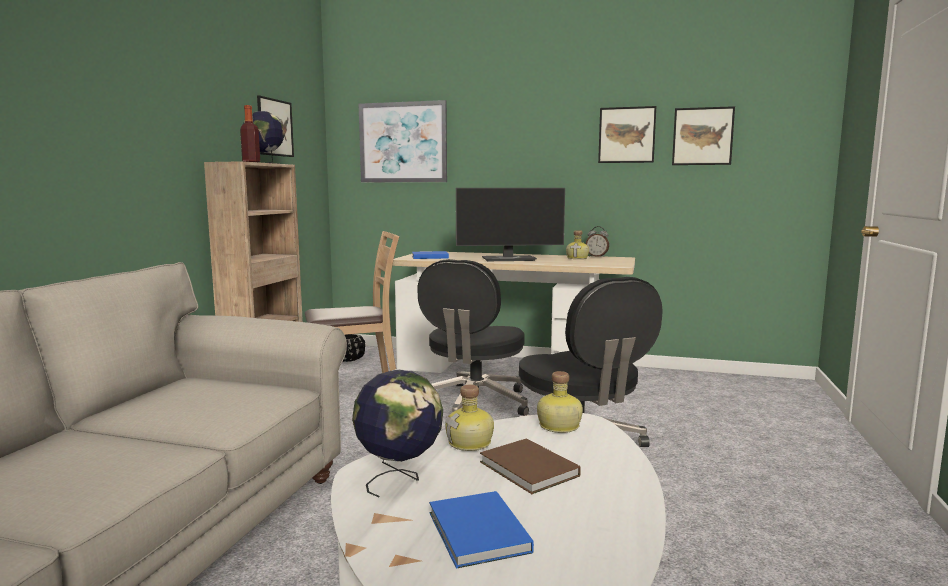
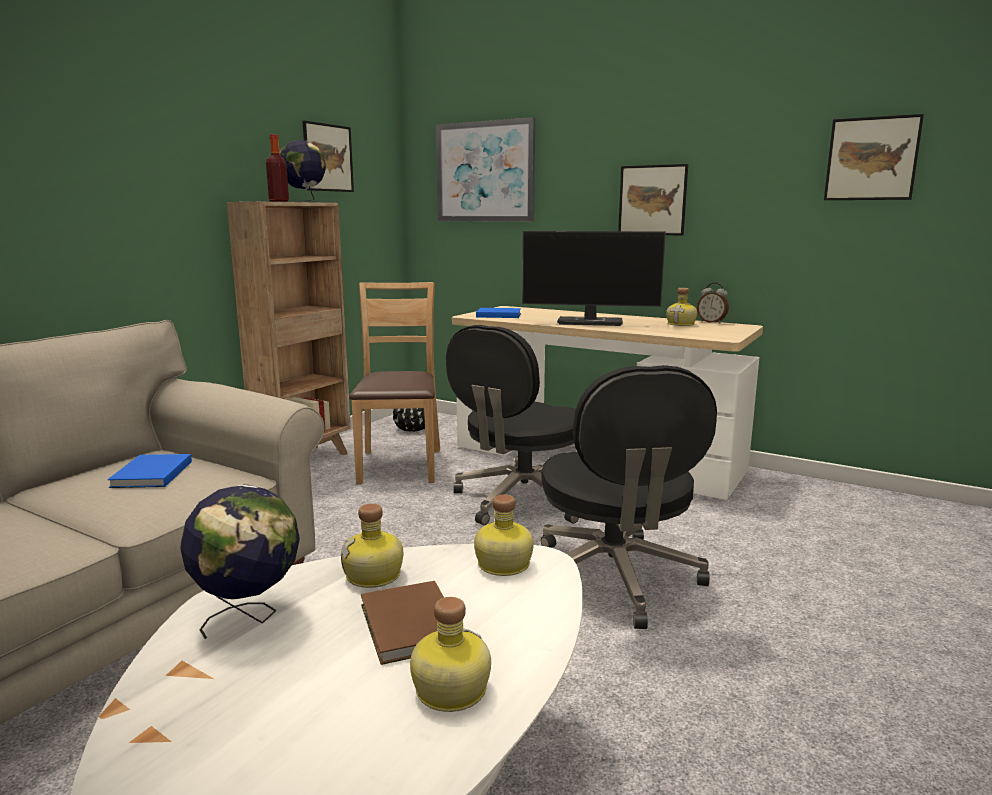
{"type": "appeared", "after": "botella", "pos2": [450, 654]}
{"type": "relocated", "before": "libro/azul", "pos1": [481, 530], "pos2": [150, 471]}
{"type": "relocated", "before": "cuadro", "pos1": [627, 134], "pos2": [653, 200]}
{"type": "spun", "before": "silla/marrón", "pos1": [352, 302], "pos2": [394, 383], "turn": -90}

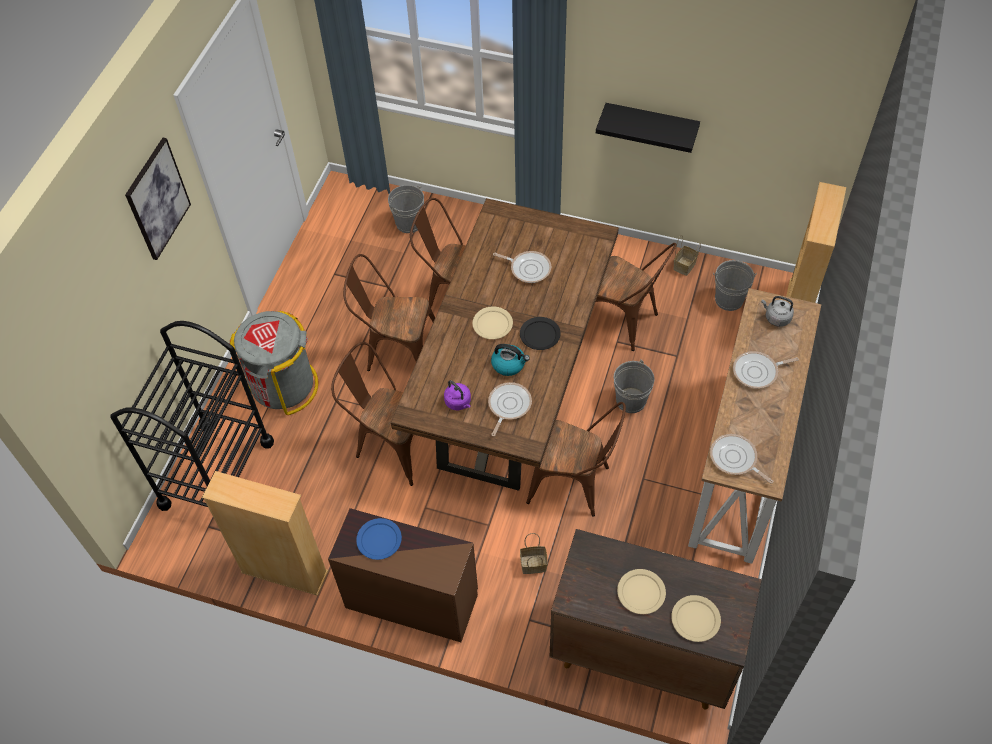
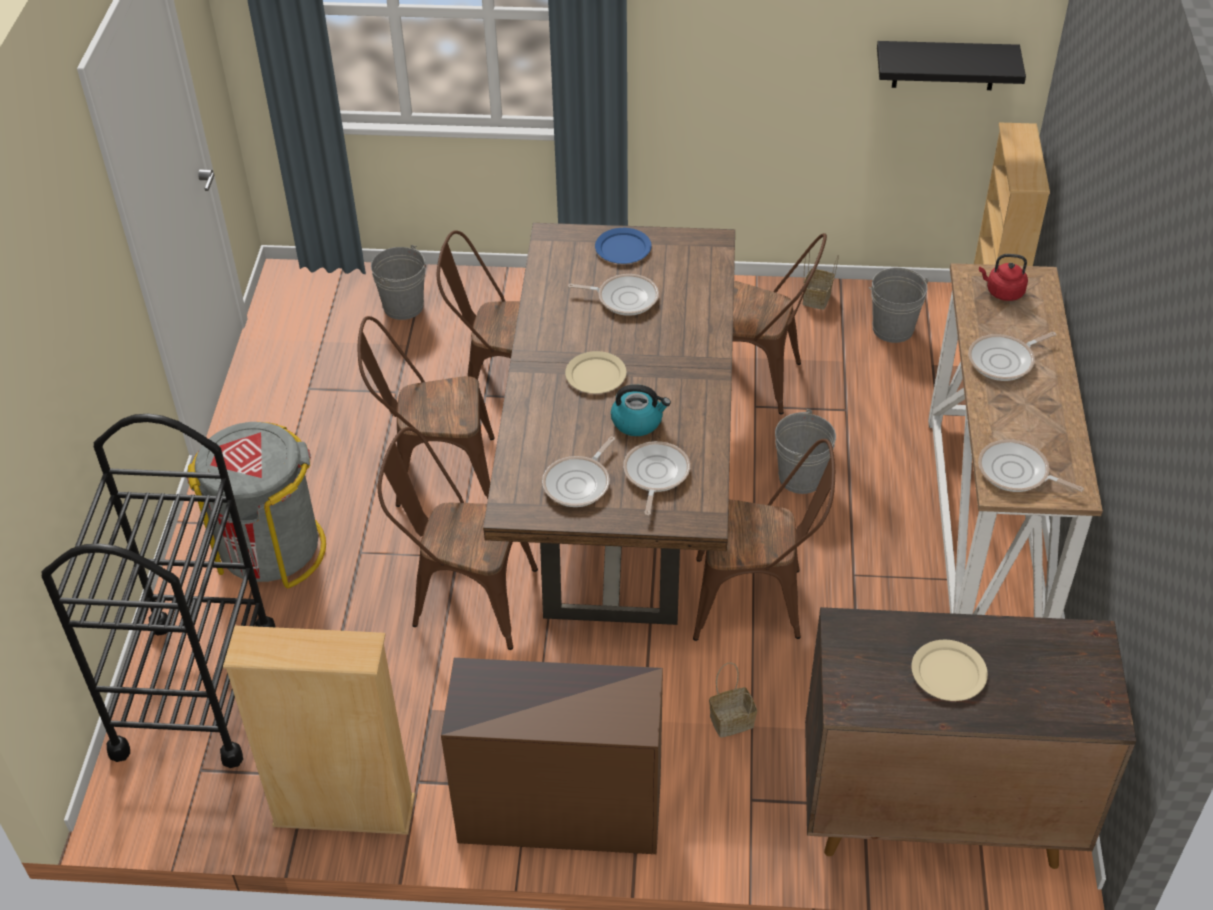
{"type": "missing", "before": "cuadro", "pos1": [158, 199]}
{"type": "missing", "before": "plato/negro", "pos1": [540, 333]}
{"type": "missing", "before": "plato/beis", "pos1": [696, 618]}
{"type": "relocated", "before": "plato/azul", "pos1": [379, 539], "pos2": [623, 246]}
{"type": "relocated", "before": "estante/negro", "pos1": [648, 128], "pos2": [951, 65]}
{"type": "exchanged", "before": "hervidor/morado", "after": "sartén", "pos1": [457, 395], "pos2": [578, 472]}
{"type": "colour", "before": "hervidor/gris", "after": "hervidor/rojo", "pos1": [777, 311], "pos2": [1003, 277]}

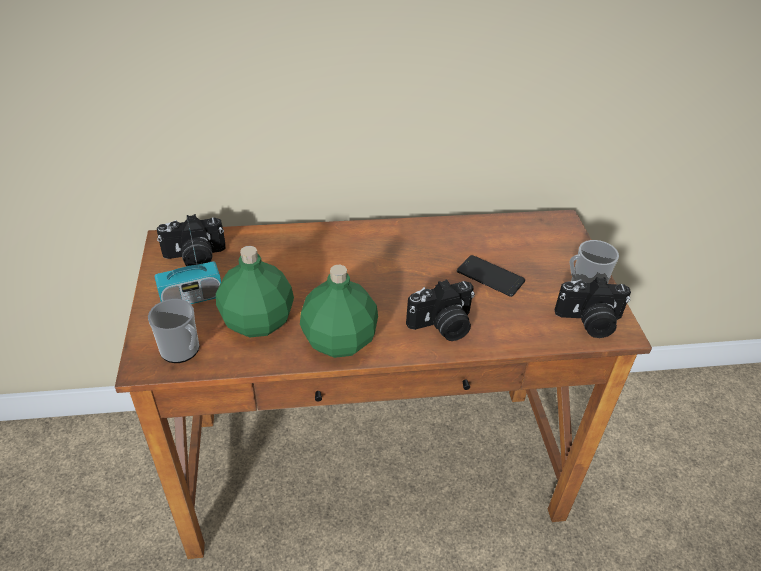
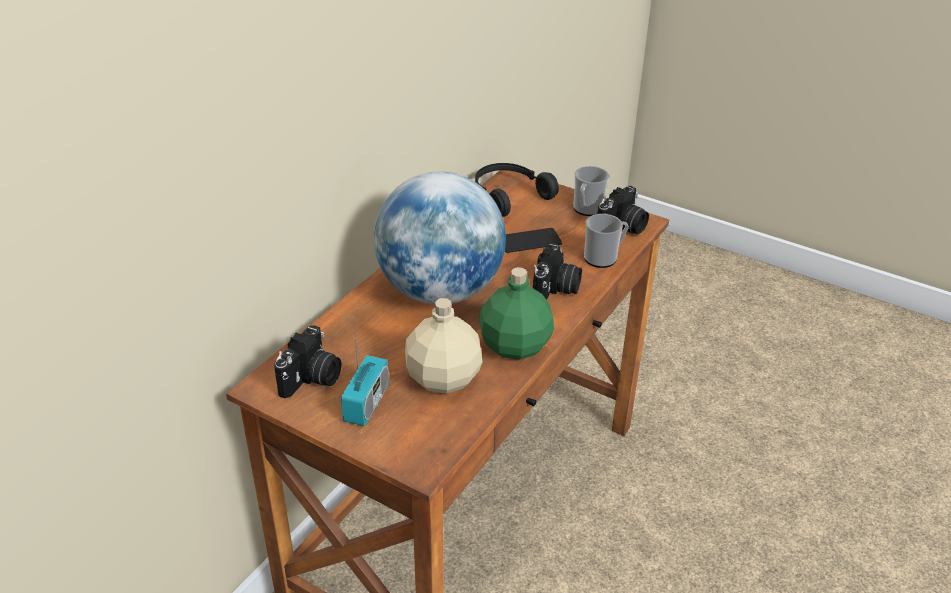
{"type": "appeared", "after": "globo terráqueo", "pos2": [440, 238]}
{"type": "appeared", "after": "auriculares/negro", "pos2": [517, 190]}
{"type": "relocated", "before": "taza grande", "pos1": [173, 331], "pos2": [606, 241]}
{"type": "colour", "before": "botella/verde", "after": "botella/beis", "pos1": [255, 292], "pos2": [443, 346]}

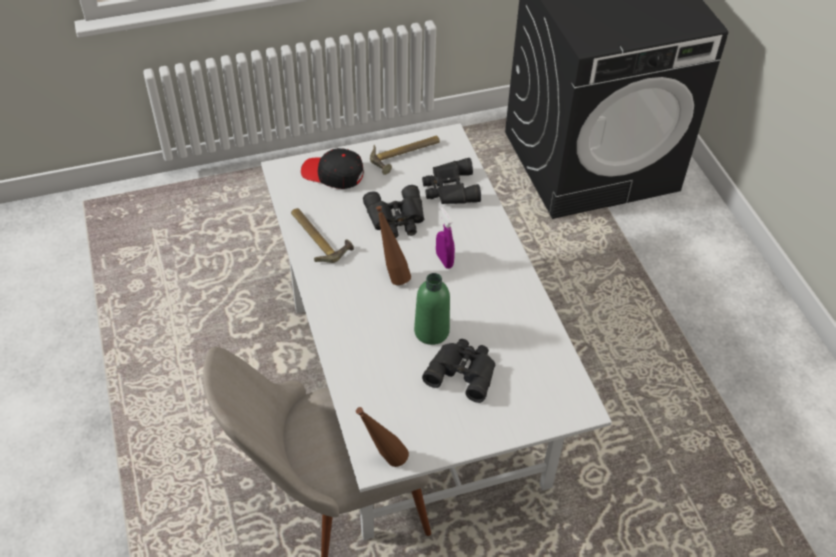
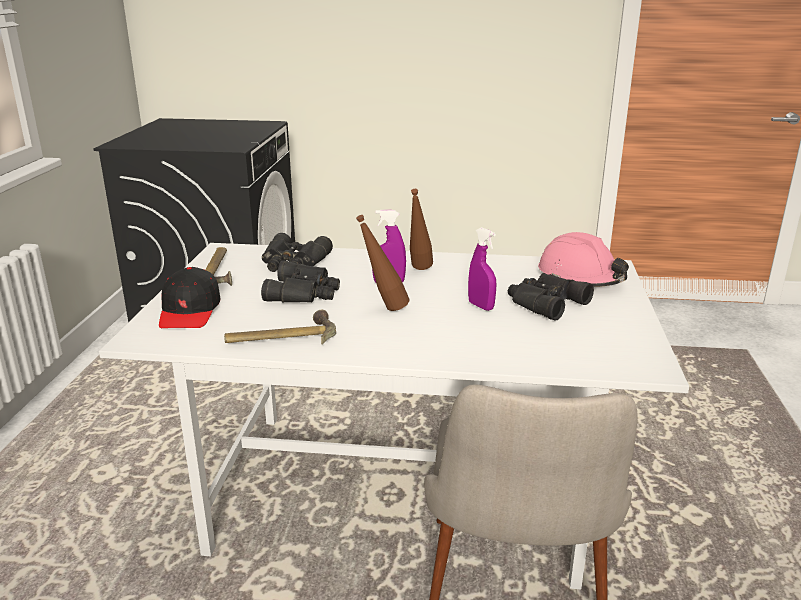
{"type": "appeared", "after": "casco/rosa", "pos2": [583, 259]}
{"type": "relocated", "before": "botella/marrón", "pos1": [382, 437], "pos2": [421, 229]}
{"type": "exchanged", "before": "botella/verde", "after": "pulverizador/morado", "pos1": [432, 309], "pos2": [482, 269]}
{"type": "spun", "before": "gorra/negro", "pos1": [332, 168], "pos2": [190, 297], "turn": -45}

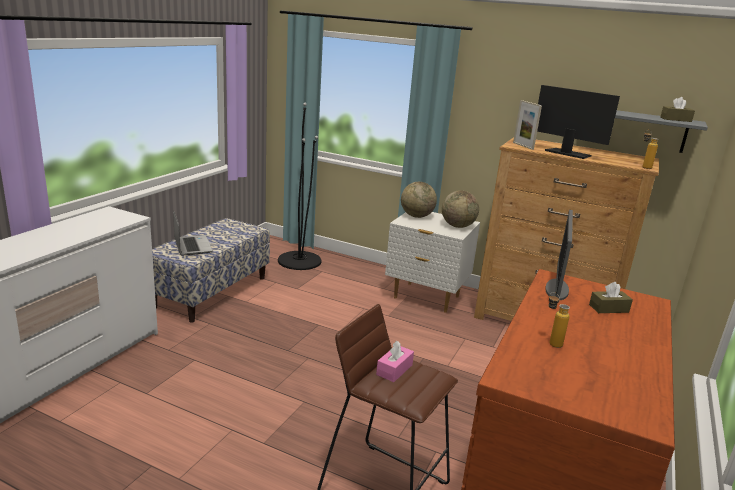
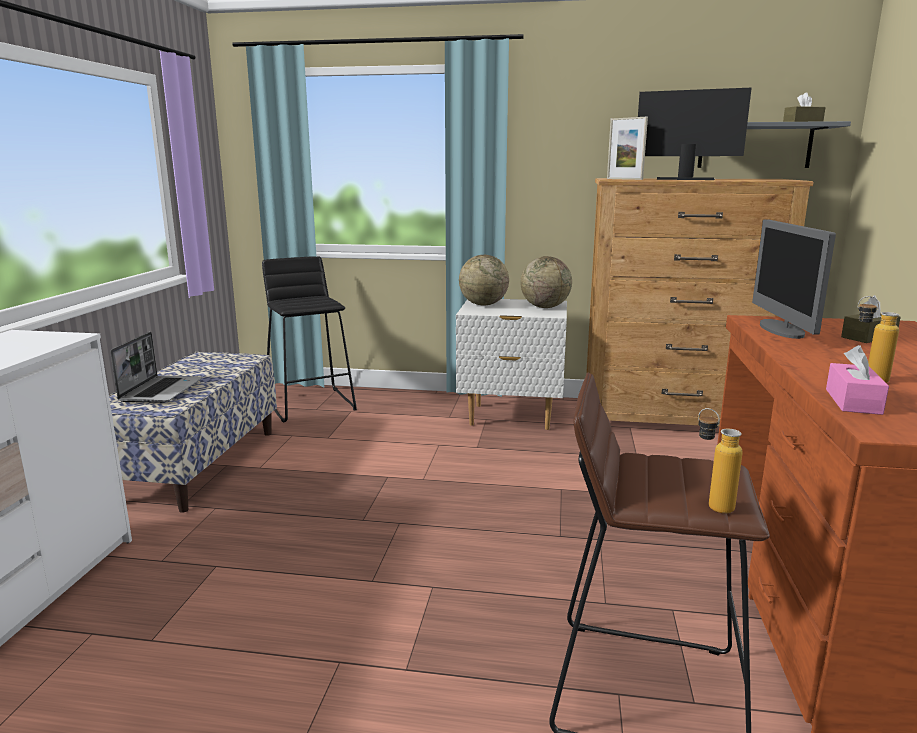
{"type": "relocated", "before": "caja de pañuelos/rosa", "pos1": [395, 361], "pos2": [857, 380]}
{"type": "relocated", "before": "botella", "pos1": [650, 149], "pos2": [720, 461]}
{"type": "exchanged", "before": "lámpara de pie/negro", "after": "taburete/negro", "pos1": [299, 186], "pos2": [309, 339]}
{"type": "spun", "before": "portátil", "pos1": [193, 233], "pos2": [156, 367], "turn": 45}

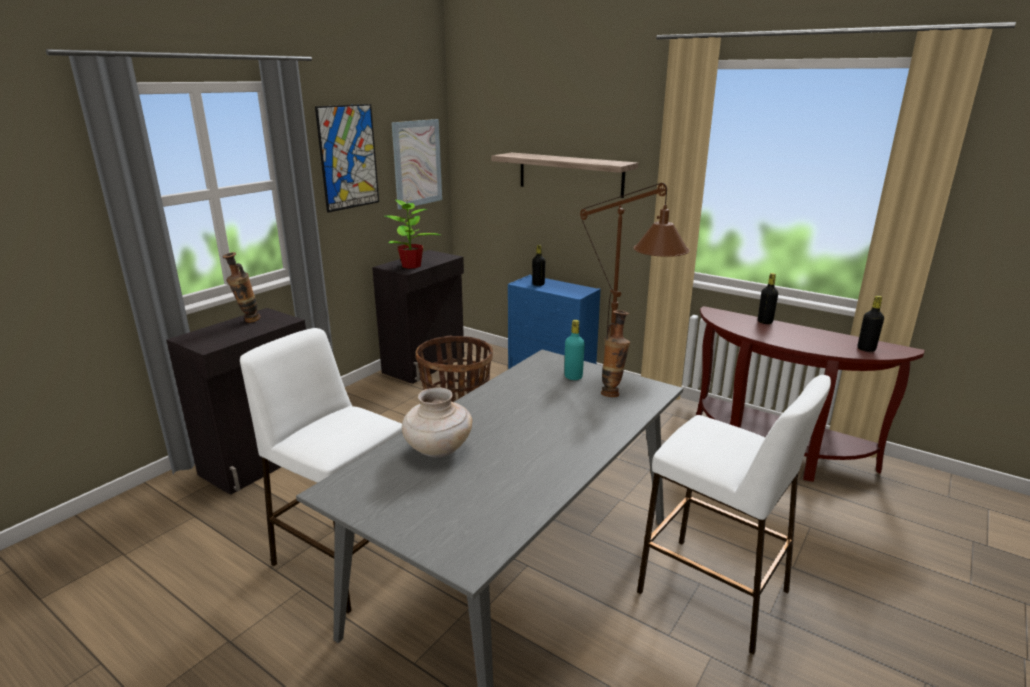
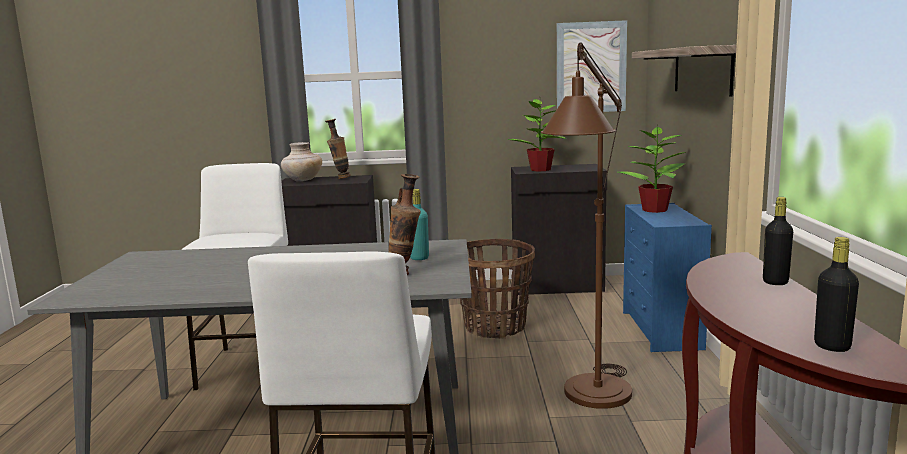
{"type": "missing", "before": "cuadro", "pos1": [347, 158]}
{"type": "relocated", "before": "florero/beis", "pos1": [437, 422], "pos2": [301, 161]}
{"type": "exchanged", "before": "botella/negro", "after": "planta en maceta", "pos1": [539, 265], "pos2": [652, 169]}

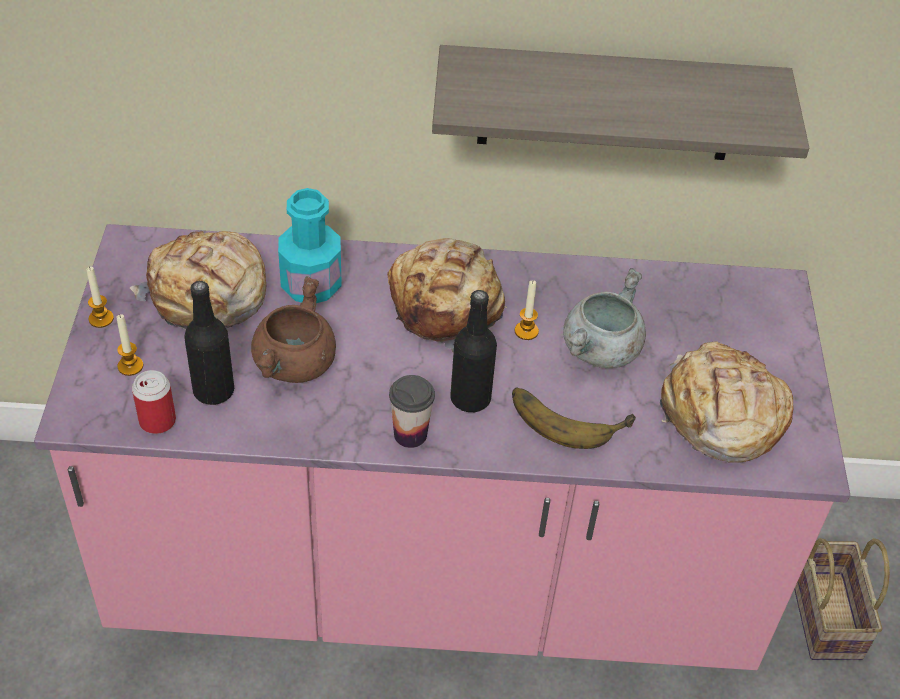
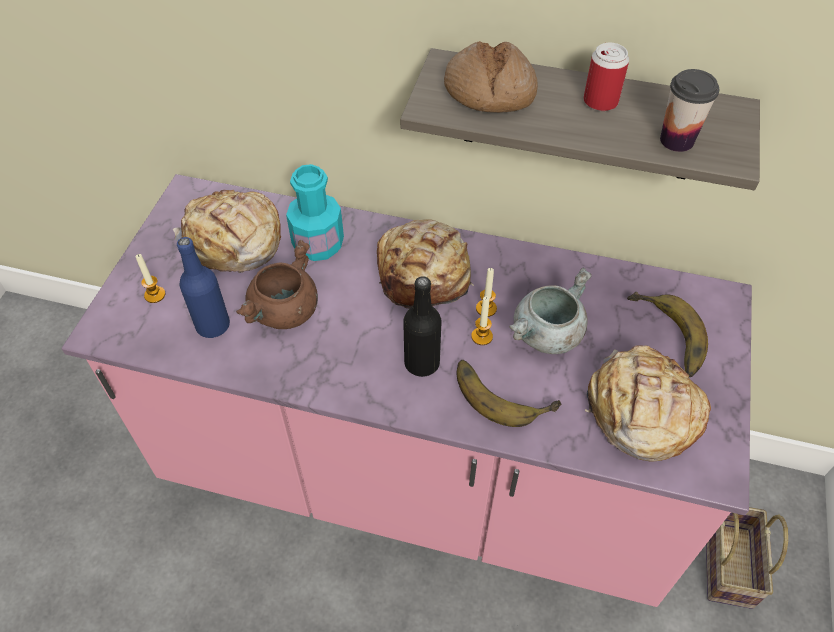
{"type": "appeared", "after": "pan", "pos2": [491, 77]}
{"type": "appeared", "after": "plátano", "pos2": [667, 334]}
{"type": "relocated", "before": "vela", "pos1": [100, 297], "pos2": [482, 320]}
{"type": "relocated", "before": "lata", "pos1": [154, 402], "pos2": [606, 77]}
{"type": "relocated", "before": "taza", "pos1": [412, 411], "pos2": [689, 110]}
{"type": "colour", "before": "botella/negro", "after": "botella/azul", "pos1": [209, 343], "pos2": [203, 287]}

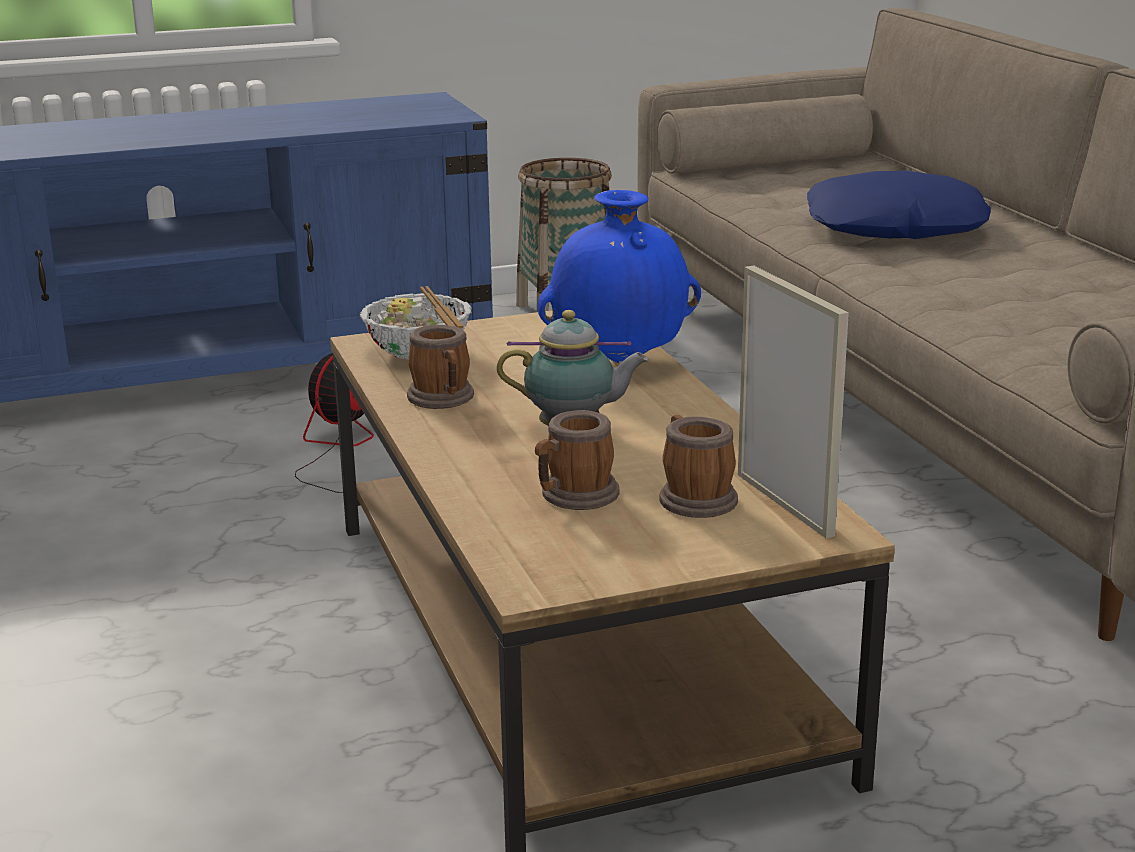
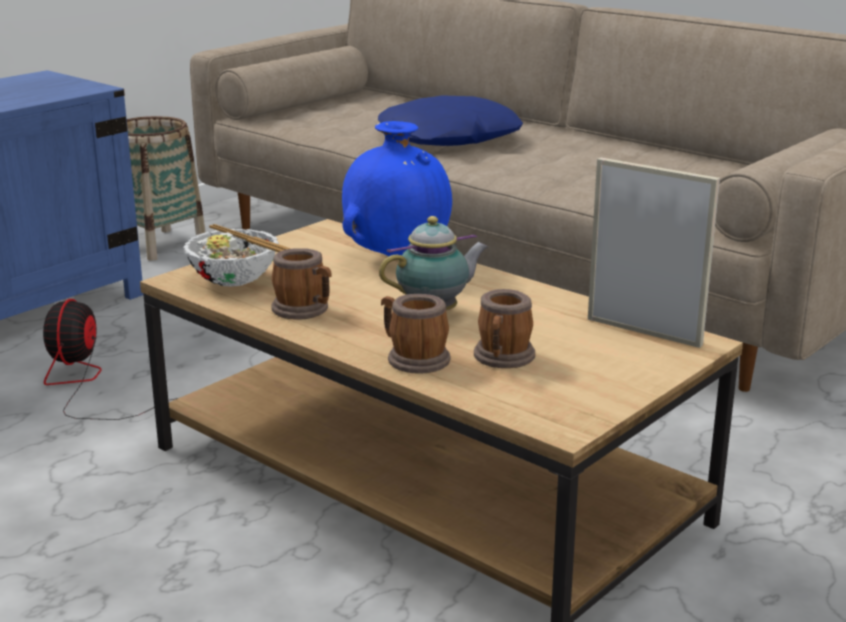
{"type": "relocated", "before": "taza grande", "pos1": [699, 466], "pos2": [415, 334]}

